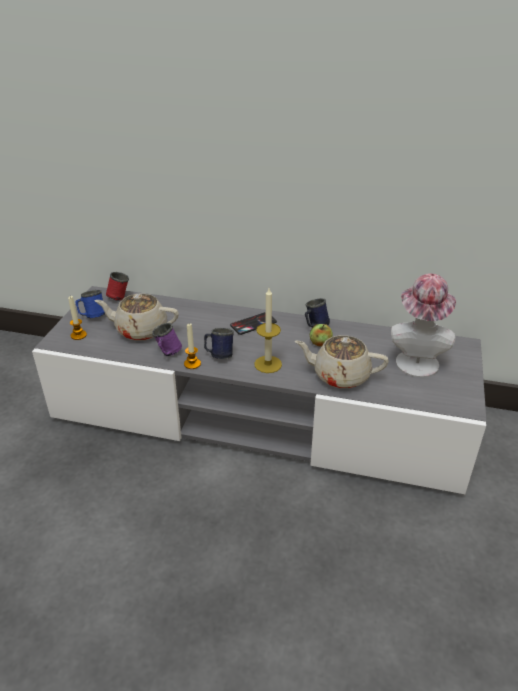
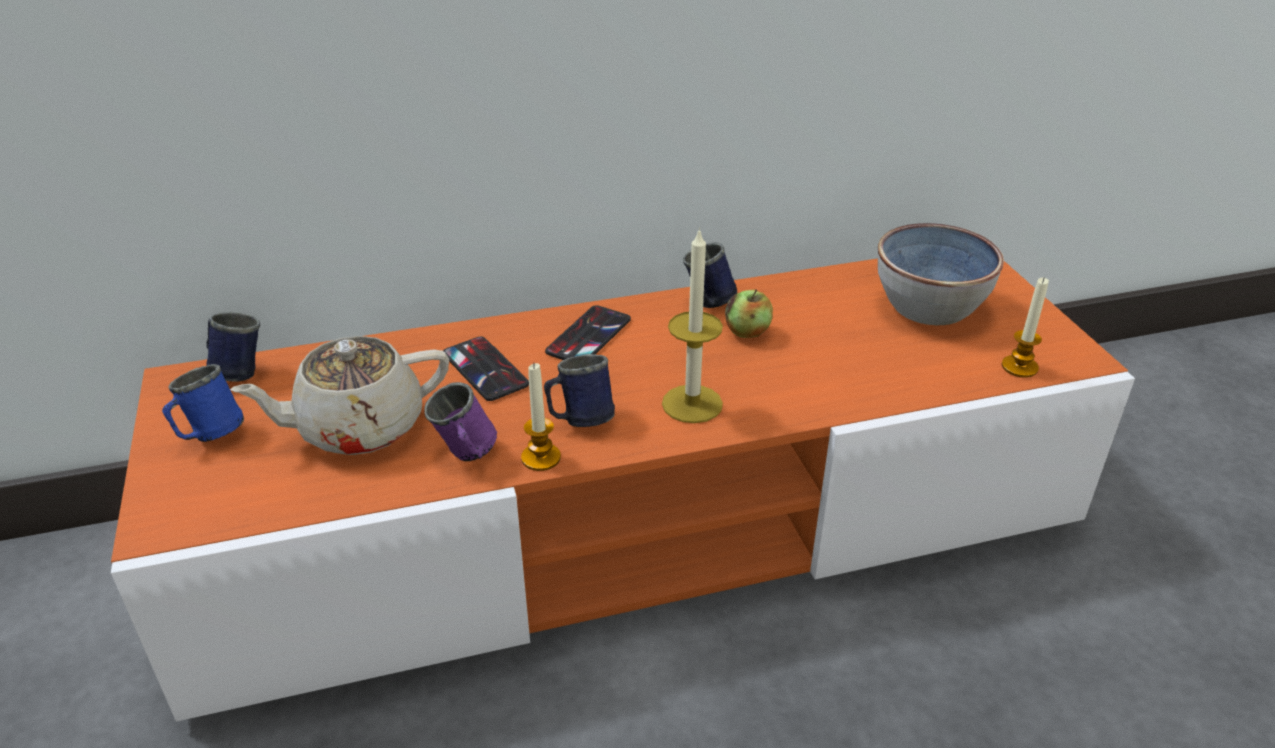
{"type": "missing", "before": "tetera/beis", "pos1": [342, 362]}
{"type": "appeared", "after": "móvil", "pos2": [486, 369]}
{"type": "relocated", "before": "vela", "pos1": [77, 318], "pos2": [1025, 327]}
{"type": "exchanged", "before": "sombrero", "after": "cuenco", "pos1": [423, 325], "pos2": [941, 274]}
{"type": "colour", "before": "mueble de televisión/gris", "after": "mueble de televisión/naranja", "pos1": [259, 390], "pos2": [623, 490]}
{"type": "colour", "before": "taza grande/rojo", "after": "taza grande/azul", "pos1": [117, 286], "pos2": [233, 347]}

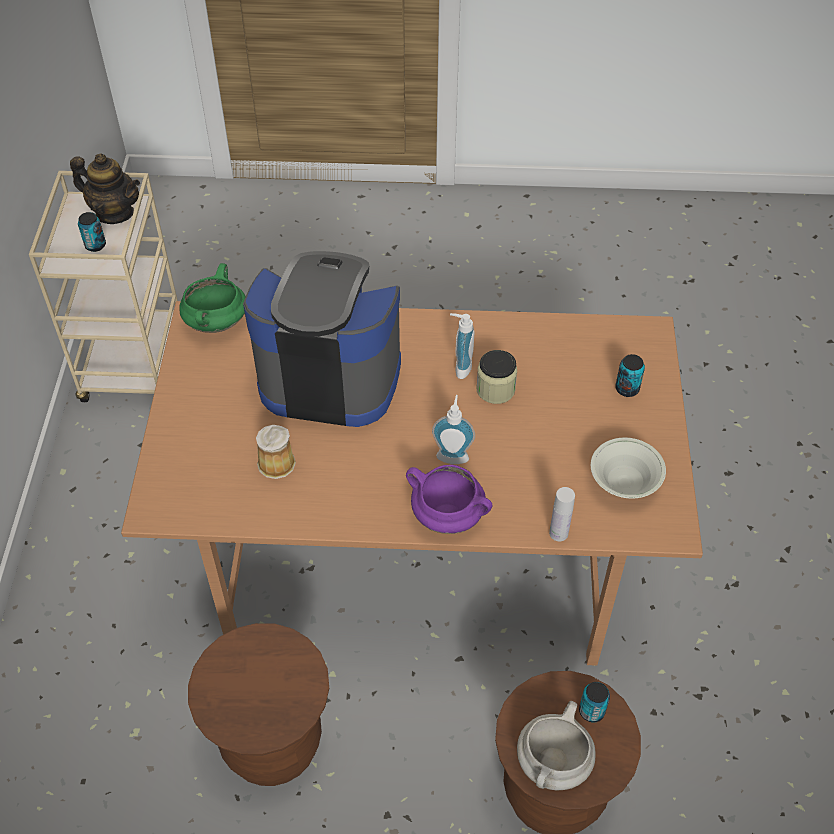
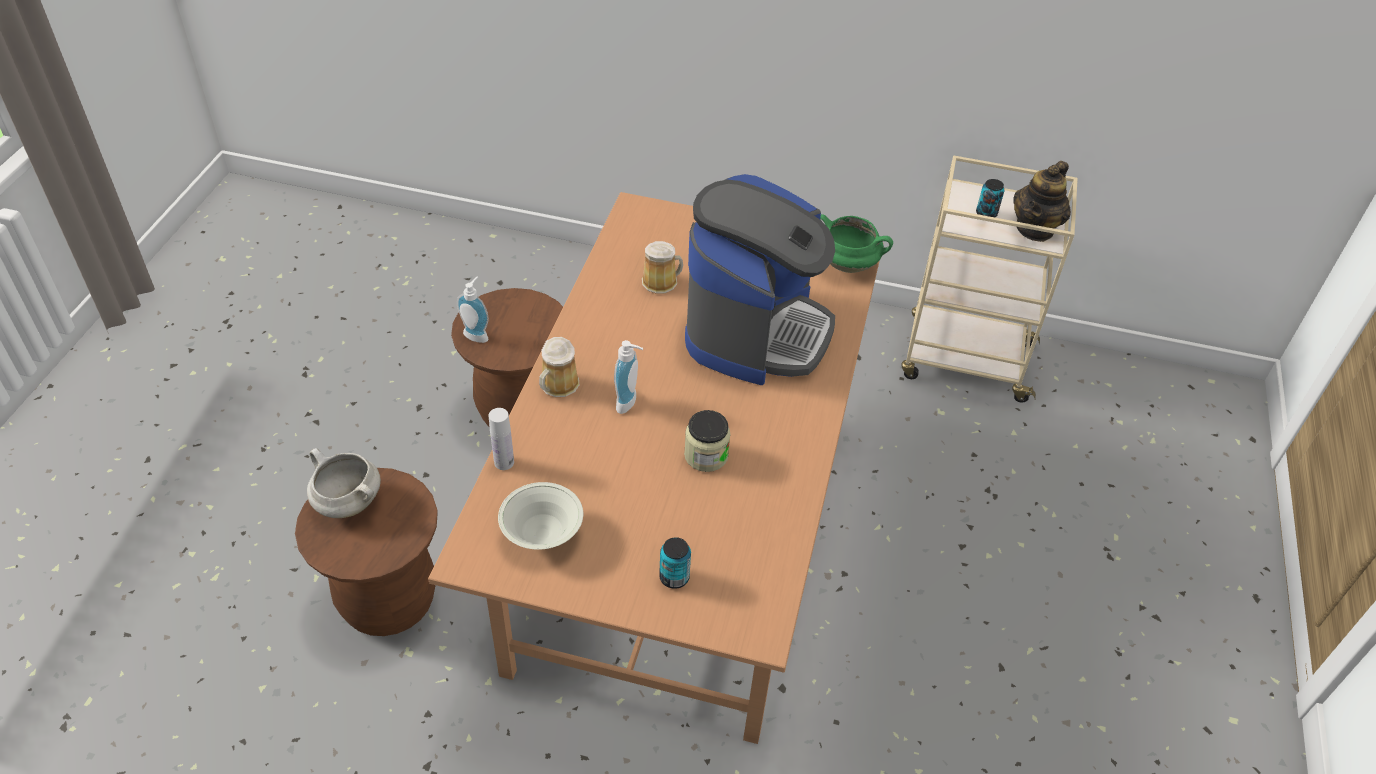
{"type": "missing", "before": "lata", "pos1": [594, 702]}
{"type": "relocated", "before": "dispensador de jabón", "pos1": [462, 346], "pos2": [473, 310]}
{"type": "exchanged", "before": "olla/morado", "after": "taza grande", "pos1": [449, 499], "pos2": [559, 367]}

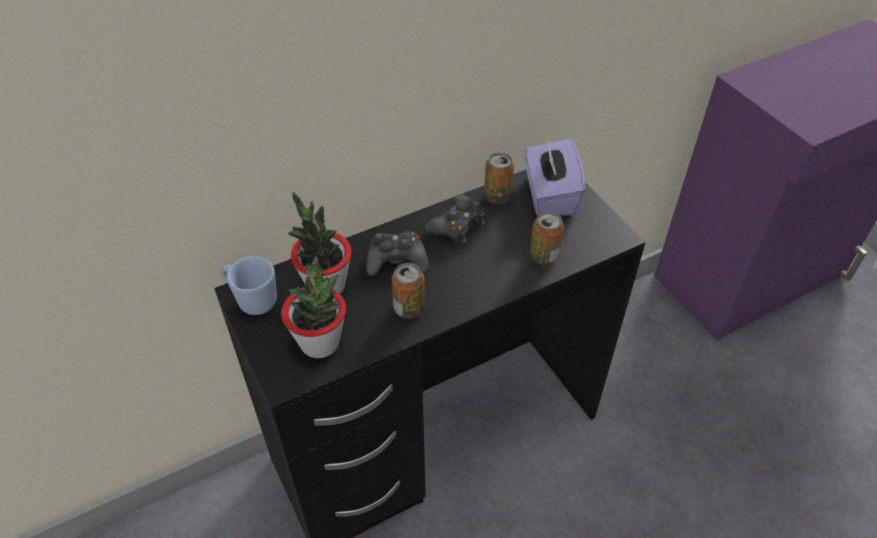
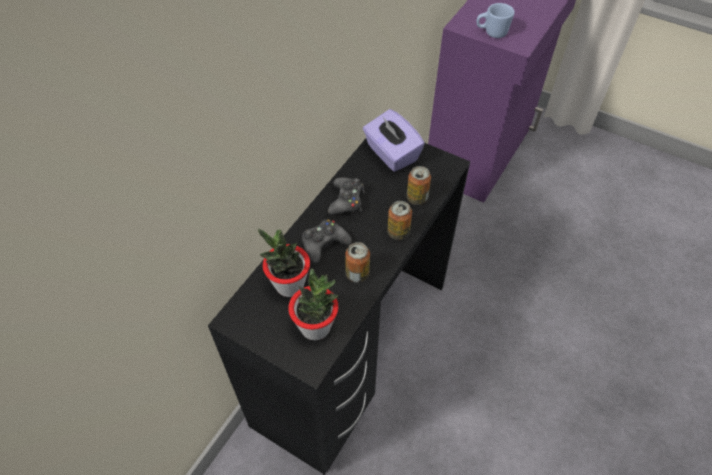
{"type": "relocated", "before": "taza grande/azul", "pos1": [249, 285], "pos2": [495, 20]}
{"type": "relocated", "before": "lata", "pos1": [499, 178], "pos2": [399, 220]}

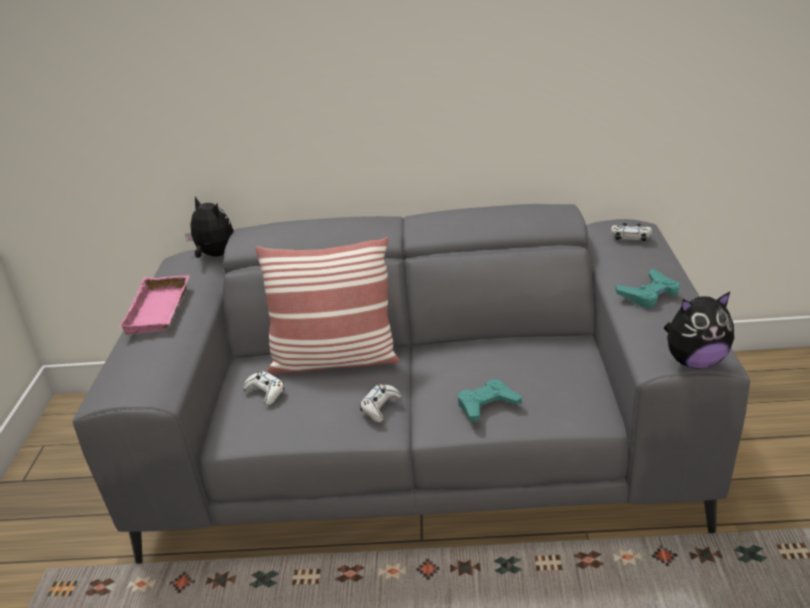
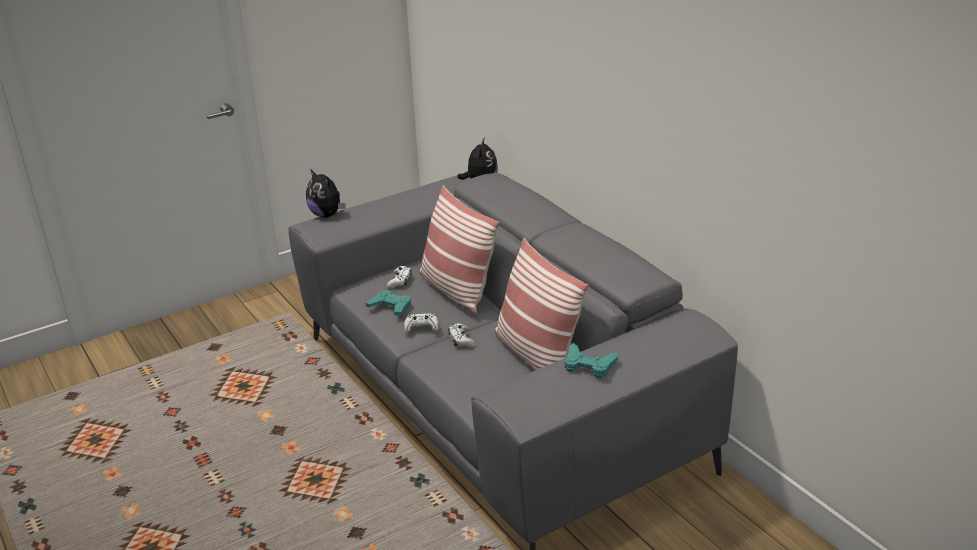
{"type": "missing", "before": "bandeja/rosa", "pos1": [153, 305]}
{"type": "appeared", "after": "cojín", "pos2": [542, 304]}
{"type": "relocated", "before": "mando de consola/turquesa", "pos1": [490, 400], "pos2": [388, 303]}
{"type": "relocated", "before": "mando de consola/blanco", "pos1": [631, 232], "pos2": [462, 335]}
{"type": "relocated", "before": "peluche", "pos1": [699, 330], "pos2": [326, 193]}

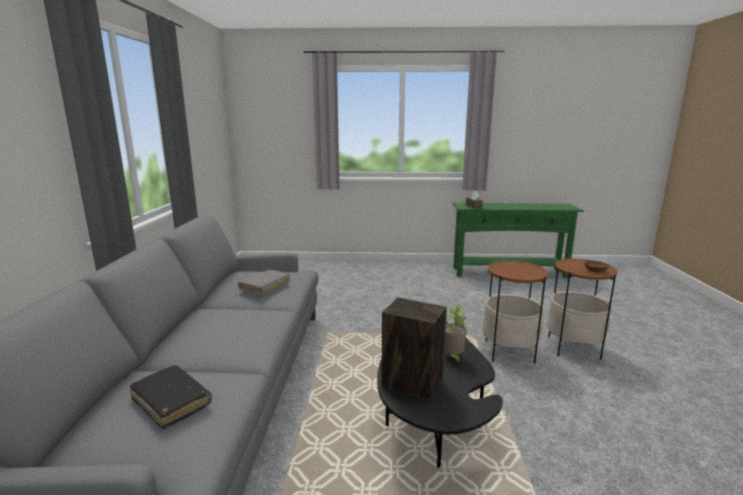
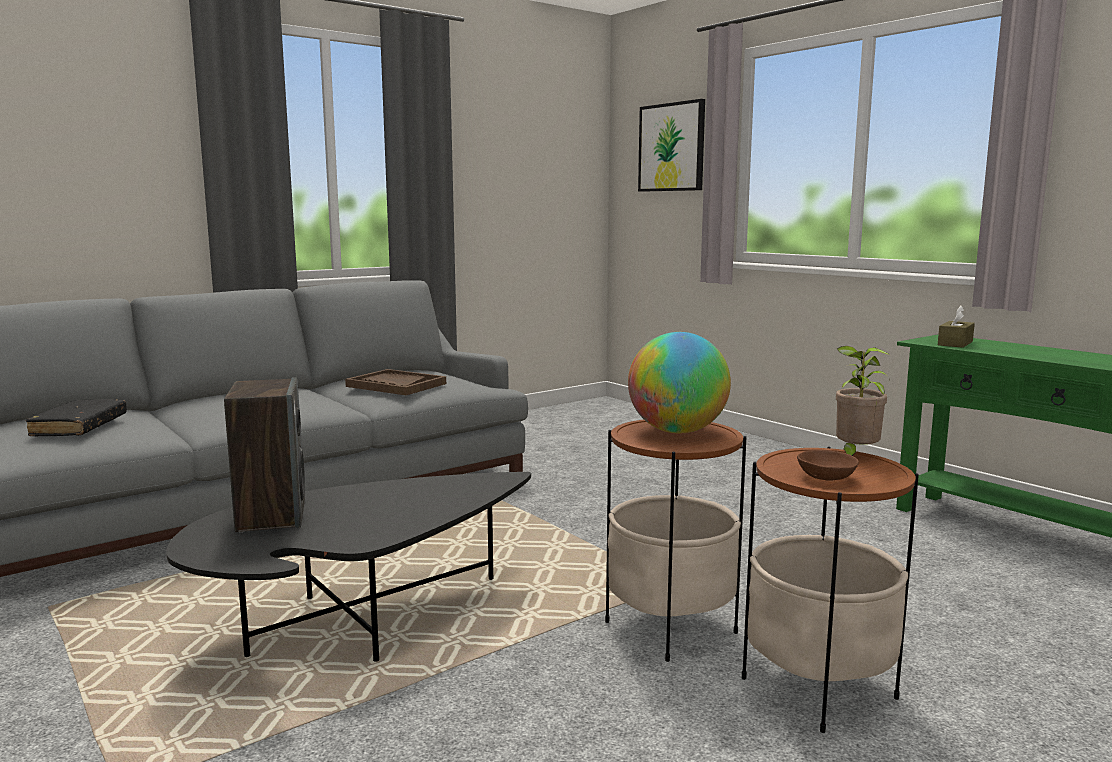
{"type": "appeared", "after": "globo terráqueo", "pos2": [679, 382]}
{"type": "appeared", "after": "cuadro", "pos2": [671, 145]}
{"type": "relocated", "before": "planta en maceta", "pos1": [456, 334], "pos2": [863, 401]}
{"type": "exchanged", "before": "libro/gris", "after": "bandeja/marrón", "pos1": [264, 283], "pos2": [395, 382]}

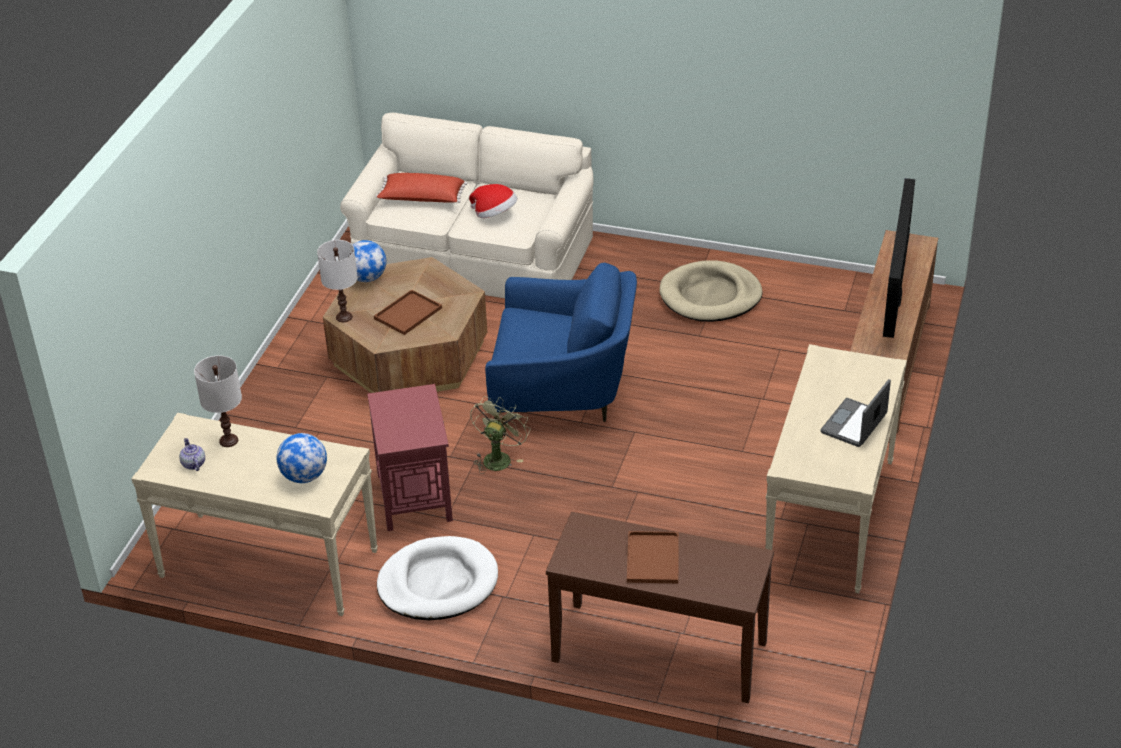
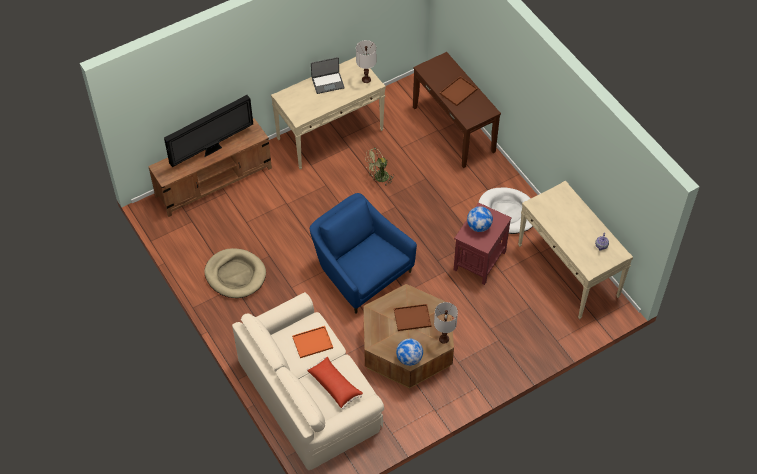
{"type": "relocated", "before": "lámpara de mesa/blanco", "pos1": [218, 401], "pos2": [366, 61]}
{"type": "relocated", "before": "globo terráqueo", "pos1": [302, 458], "pos2": [480, 219]}
{"type": "relocated", "before": "ventilador/verde", "pos1": [500, 435], "pos2": [379, 166]}
{"type": "exchanged", "before": "sombrero", "after": "bandeja/naranja", "pos1": [493, 201], "pos2": [312, 342]}

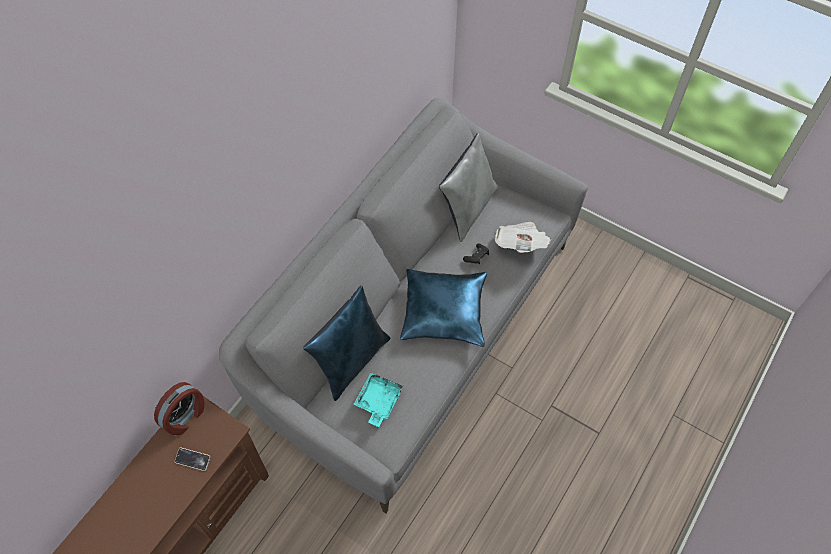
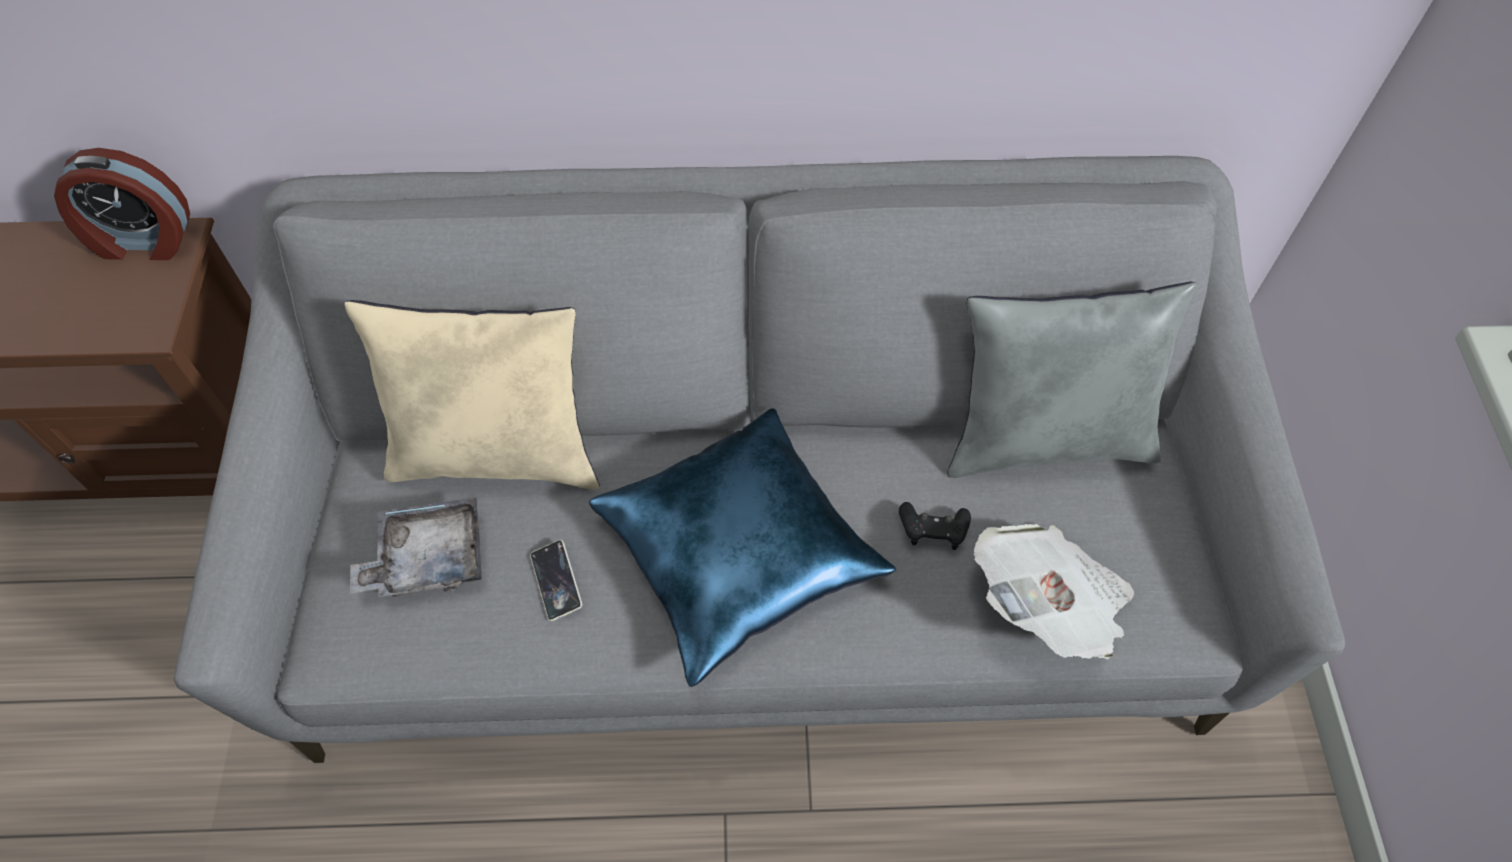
{"type": "relocated", "before": "móvil", "pos1": [192, 459], "pos2": [556, 580]}
{"type": "colour", "before": "cojín/azul", "after": "cojín/beis", "pos1": [347, 343], "pos2": [472, 395]}
{"type": "colour", "before": "bandeja/turquesa", "after": "bandeja/gris", "pos1": [378, 399], "pos2": [416, 547]}

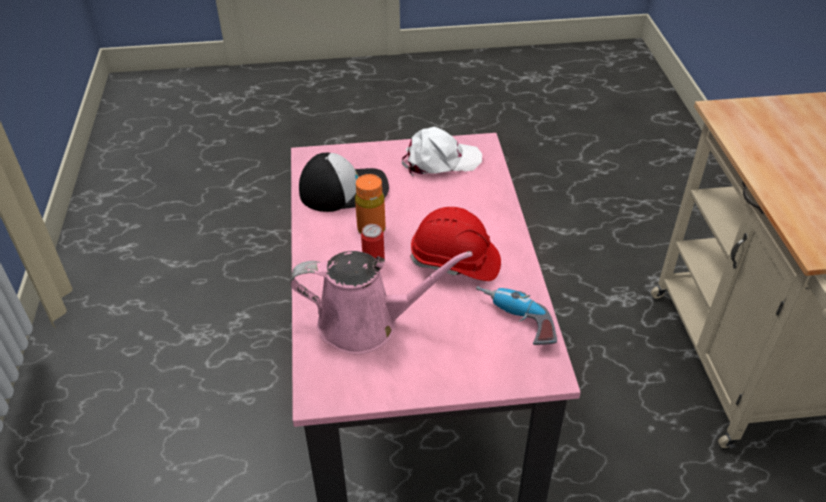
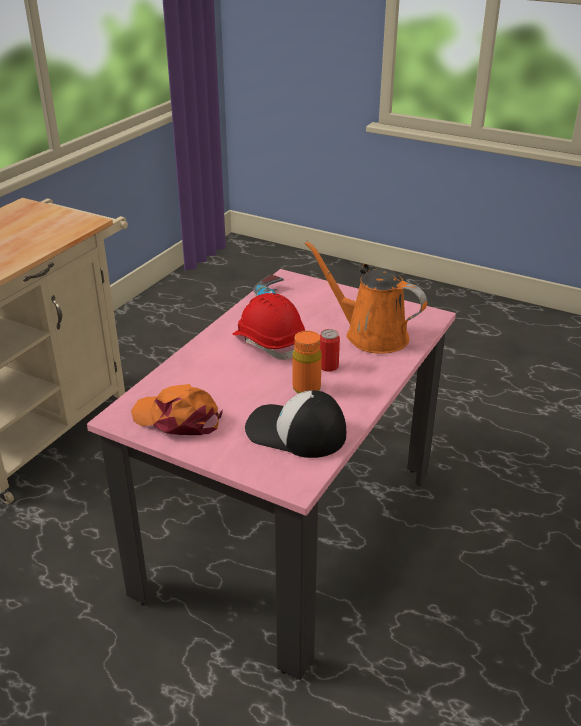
{"type": "colour", "before": "regadera/rosa", "after": "regadera/naranja", "pos1": [381, 302], "pos2": [366, 297]}
{"type": "colour", "before": "gorra/blanco", "after": "gorra/naranja", "pos1": [442, 151], "pos2": [176, 409]}

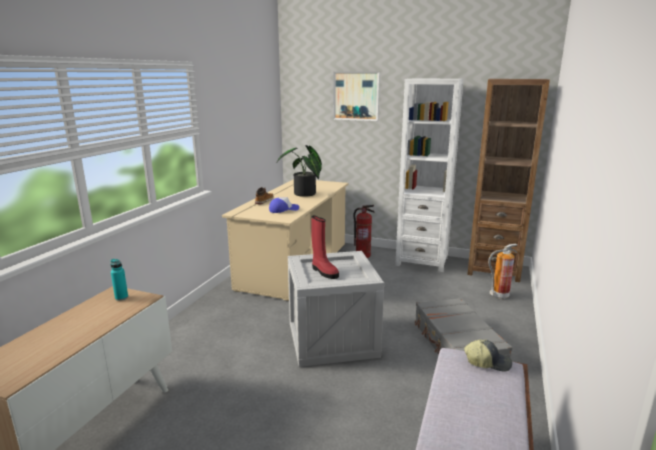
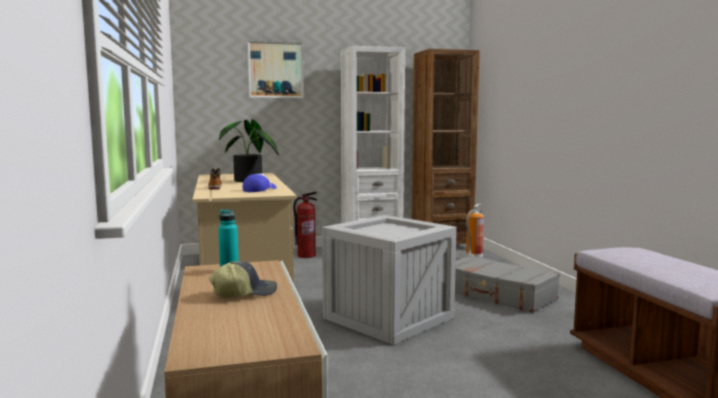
{"type": "missing", "before": "bota/rojo", "pos1": [325, 247]}
{"type": "relocated", "before": "gorra", "pos1": [488, 355], "pos2": [243, 279]}

